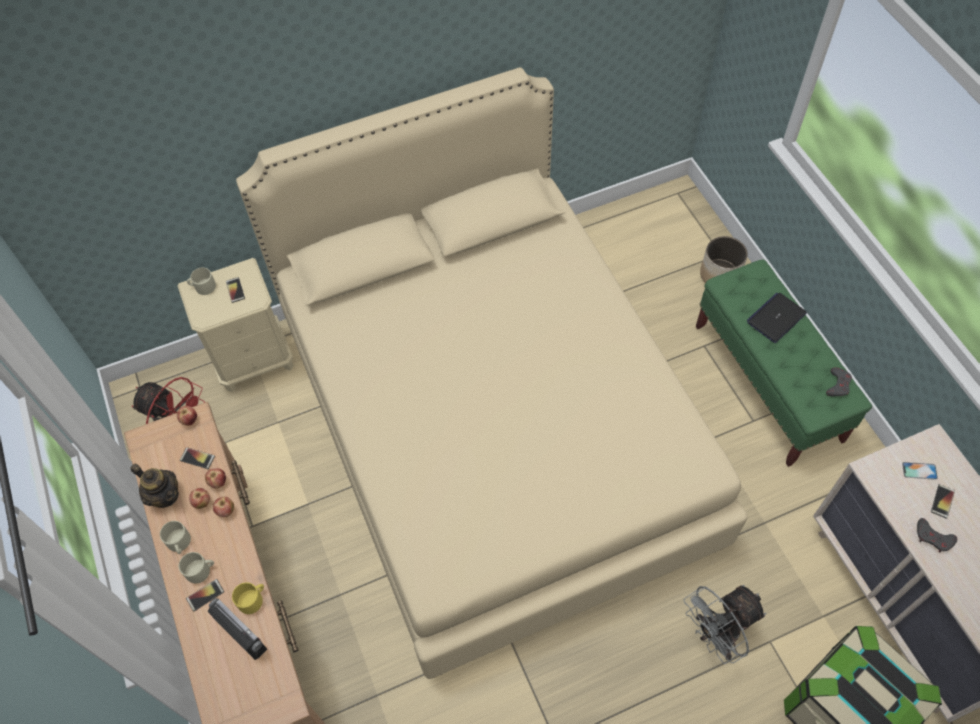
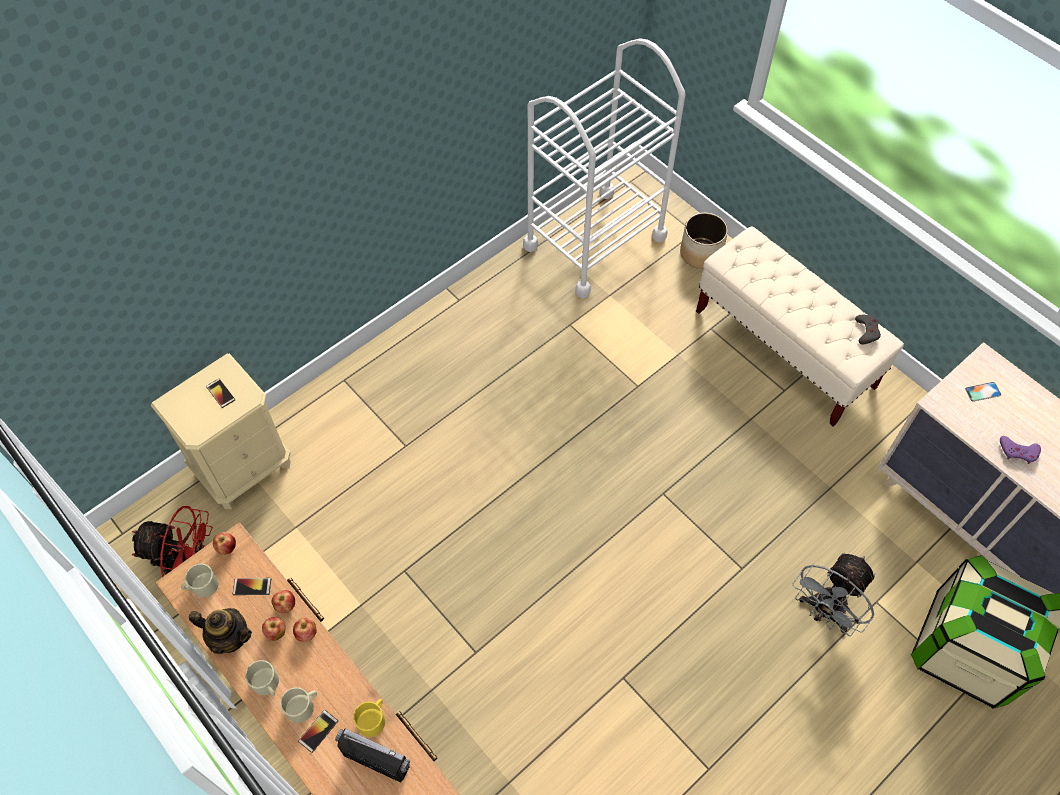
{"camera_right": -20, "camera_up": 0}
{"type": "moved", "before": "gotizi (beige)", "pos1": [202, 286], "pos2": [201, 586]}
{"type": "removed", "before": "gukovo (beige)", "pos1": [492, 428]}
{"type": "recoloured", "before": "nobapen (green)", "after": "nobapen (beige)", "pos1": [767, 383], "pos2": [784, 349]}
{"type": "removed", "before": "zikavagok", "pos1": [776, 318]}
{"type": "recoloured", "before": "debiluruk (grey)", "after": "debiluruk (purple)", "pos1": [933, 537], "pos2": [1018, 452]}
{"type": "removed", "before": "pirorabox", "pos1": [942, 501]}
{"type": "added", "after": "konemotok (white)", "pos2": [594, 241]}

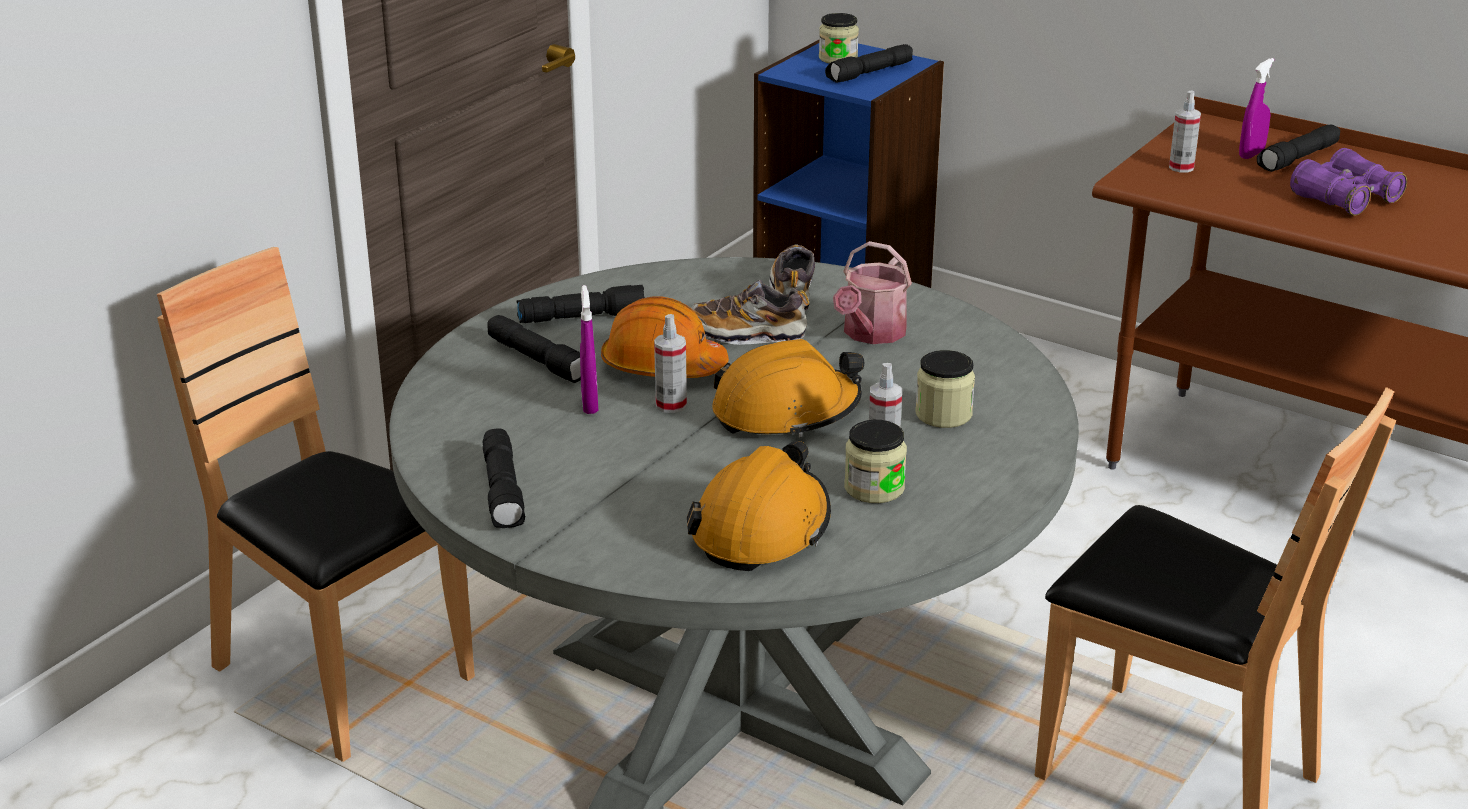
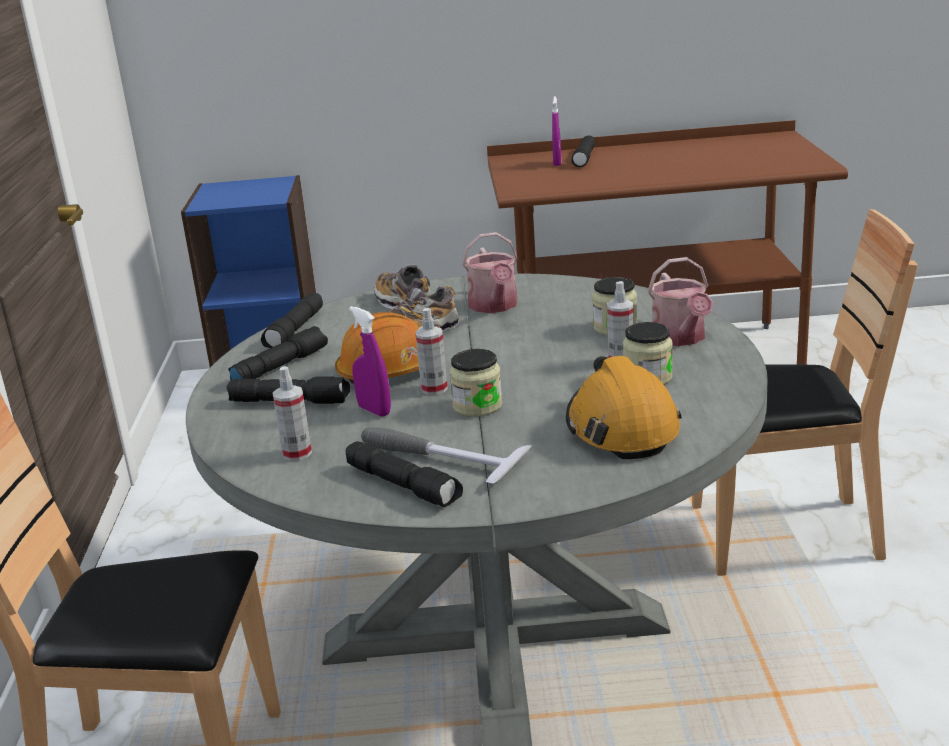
{"camera_right": -35, "camera_up": -5}
{"type": "removed", "before": "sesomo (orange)", "pos1": [786, 412]}
{"type": "moved", "before": "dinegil", "pos1": [838, 58], "pos2": [477, 406]}
{"type": "moved", "before": "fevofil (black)", "pos1": [870, 73], "pos2": [296, 330]}
{"type": "moved", "before": "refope", "pos1": [1181, 167], "pos2": [297, 453]}
{"type": "removed", "before": "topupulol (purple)", "pos1": [1345, 199]}
{"type": "added", "after": "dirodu", "pos2": [437, 456]}
{"type": "added", "after": "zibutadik", "pos2": [681, 338]}

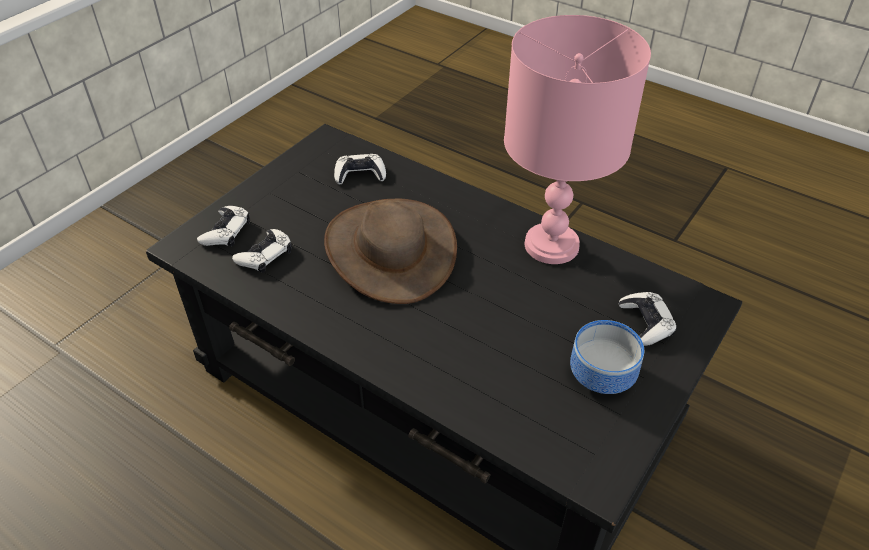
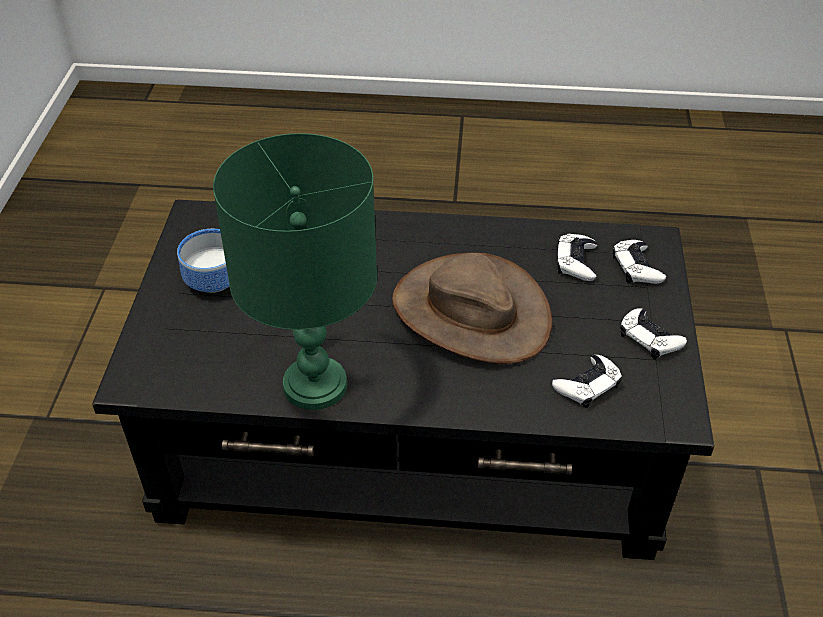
{"camera_right": 150, "camera_up": 0}
{"type": "recoloured", "before": "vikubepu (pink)", "after": "vikubepu (green)", "pos1": [552, 246], "pos2": [313, 384]}
{"type": "moved", "before": "debiluruk (white)", "pos1": [646, 322], "pos2": [649, 338]}

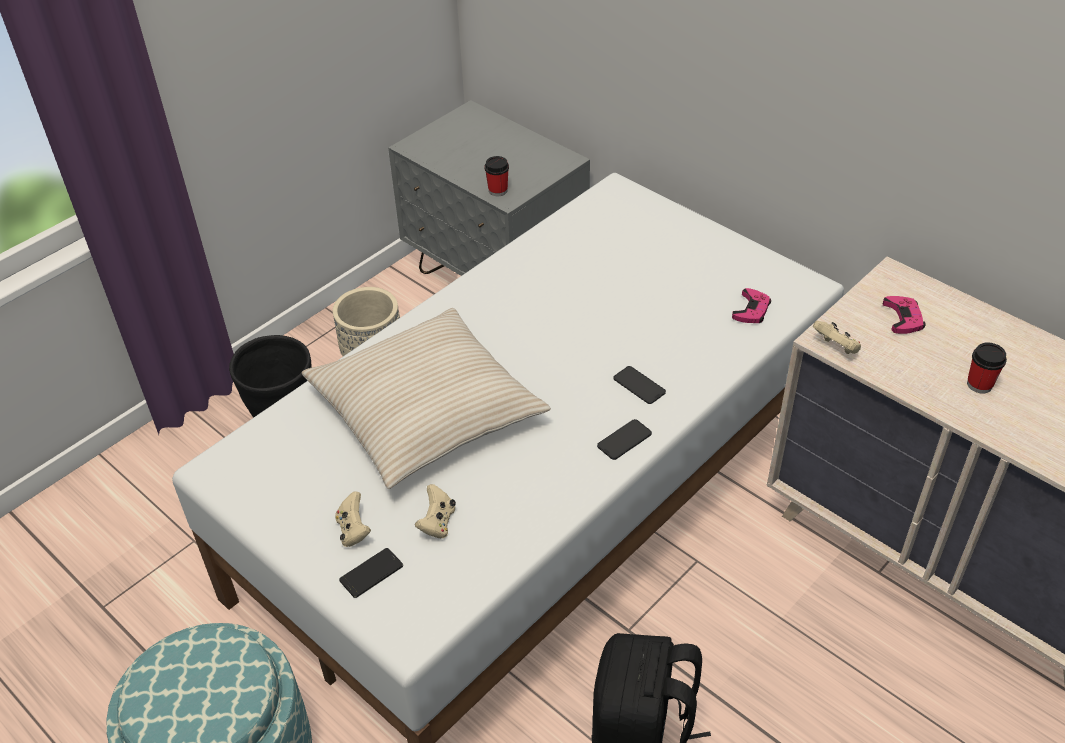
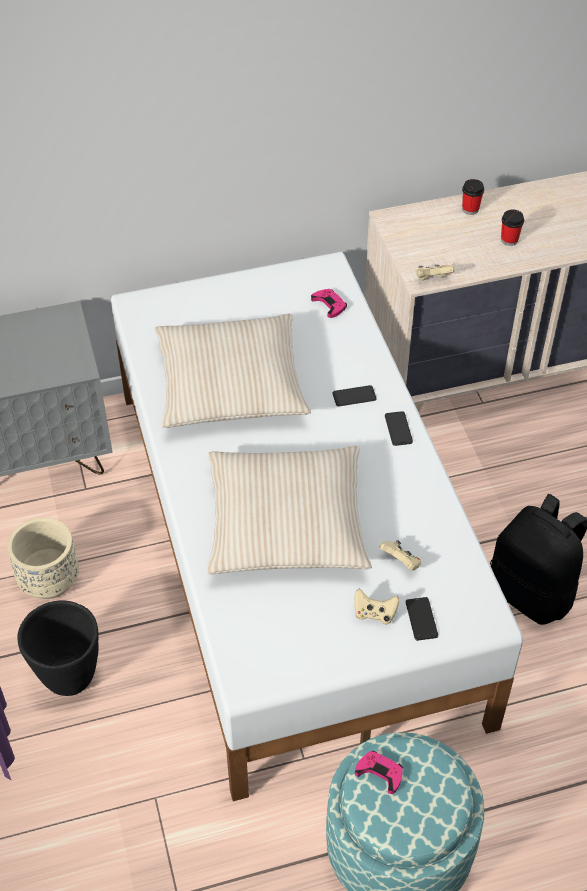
{"camera_right": -60, "camera_up": 5}
{"type": "moved", "before": "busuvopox", "pos1": [498, 190], "pos2": [470, 209]}
{"type": "moved", "before": "debiluruk (pink)", "pos1": [903, 318], "pos2": [380, 773]}
{"type": "added", "after": "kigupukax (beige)", "pos2": [230, 384]}

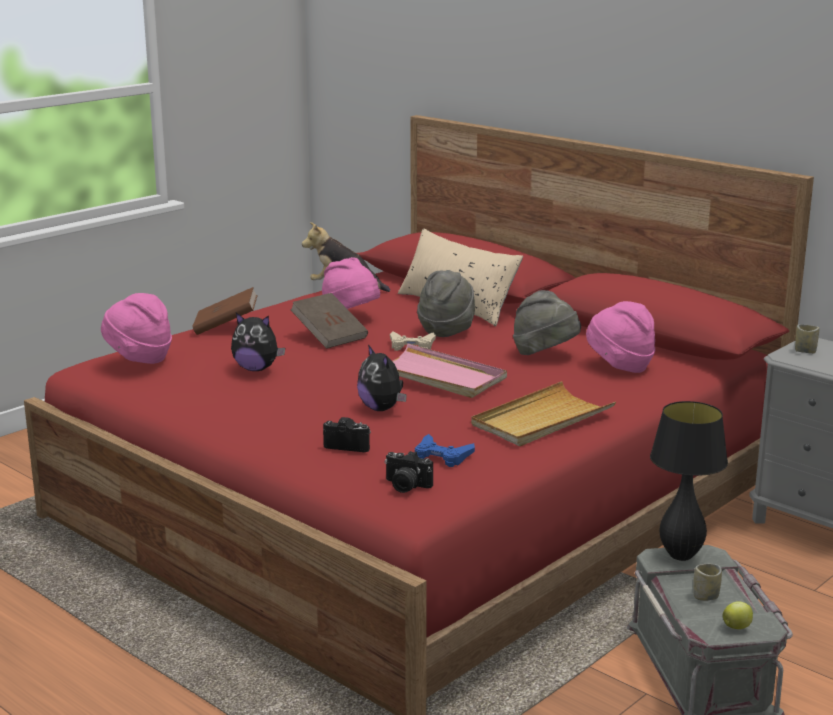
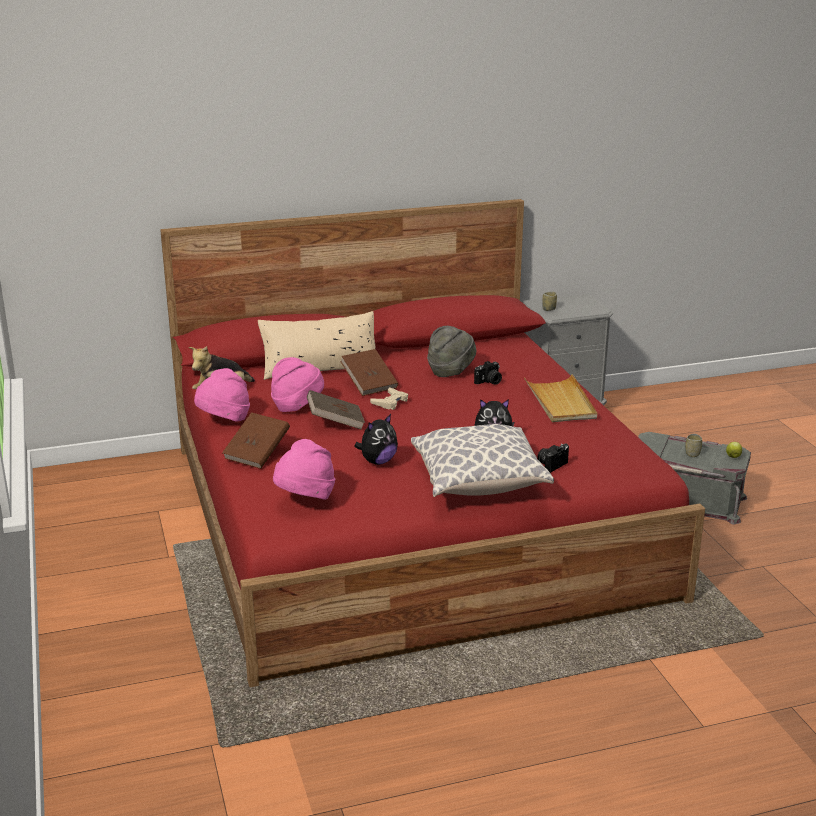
{"camera_right": -60, "camera_up": 5}
{"type": "moved", "before": "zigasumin", "pos1": [406, 486], "pos2": [489, 382]}
{"type": "removed", "before": "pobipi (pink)", "pos1": [438, 376]}
{"type": "removed", "before": "debiluruk (blue)", "pos1": [442, 456]}
{"type": "replaced", "before": "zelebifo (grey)", "after": "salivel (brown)", "pos1": [447, 329], "pos2": [369, 384]}
{"type": "moved", "before": "zelebifo (pink)", "pos1": [619, 366], "pos2": [224, 420]}
{"type": "removed", "before": "vikubepu (black)", "pos1": [681, 556]}
{"type": "added", "after": "kigupukax", "pos2": [479, 482]}

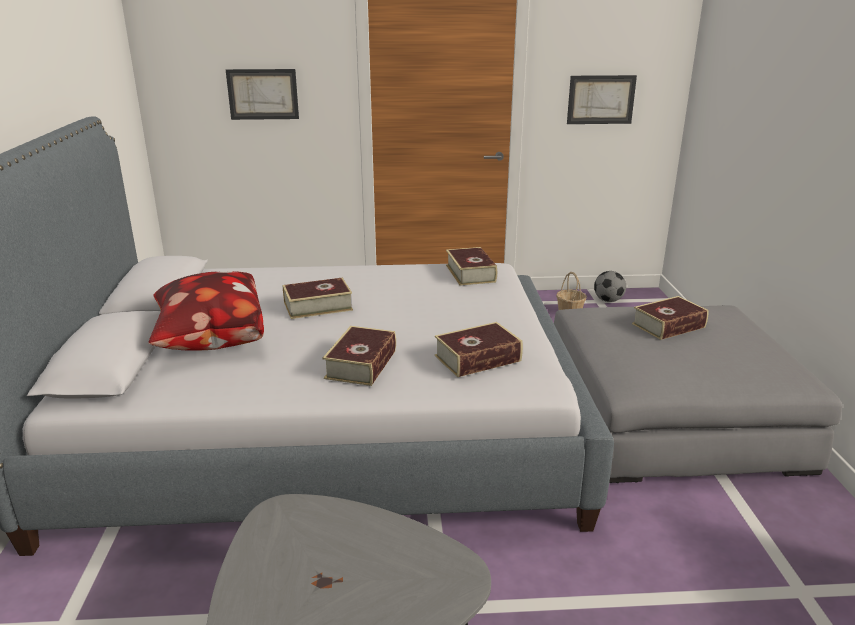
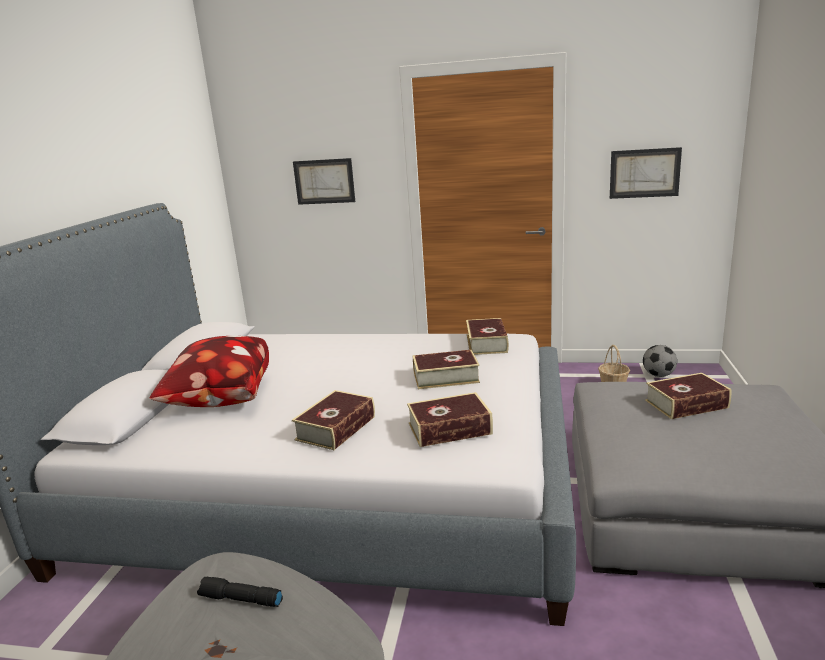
{"camera_right": 15, "camera_up": -5}
{"type": "moved", "before": "salivel", "pos1": [318, 306], "pos2": [445, 377]}
{"type": "added", "after": "fevofil (black)", "pos2": [240, 600]}

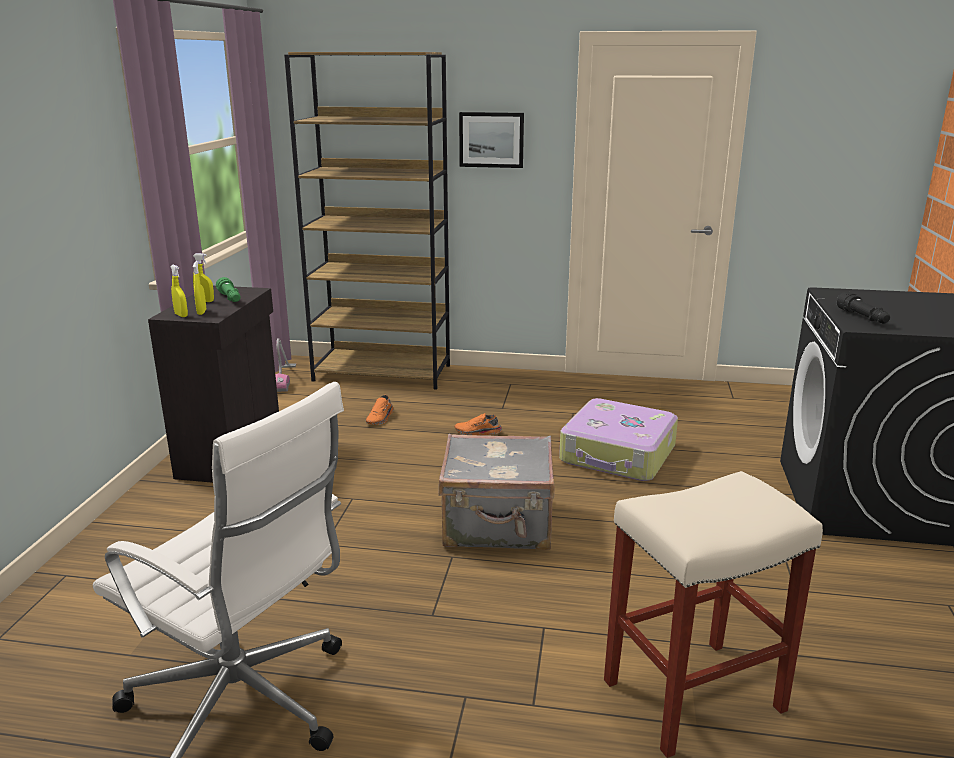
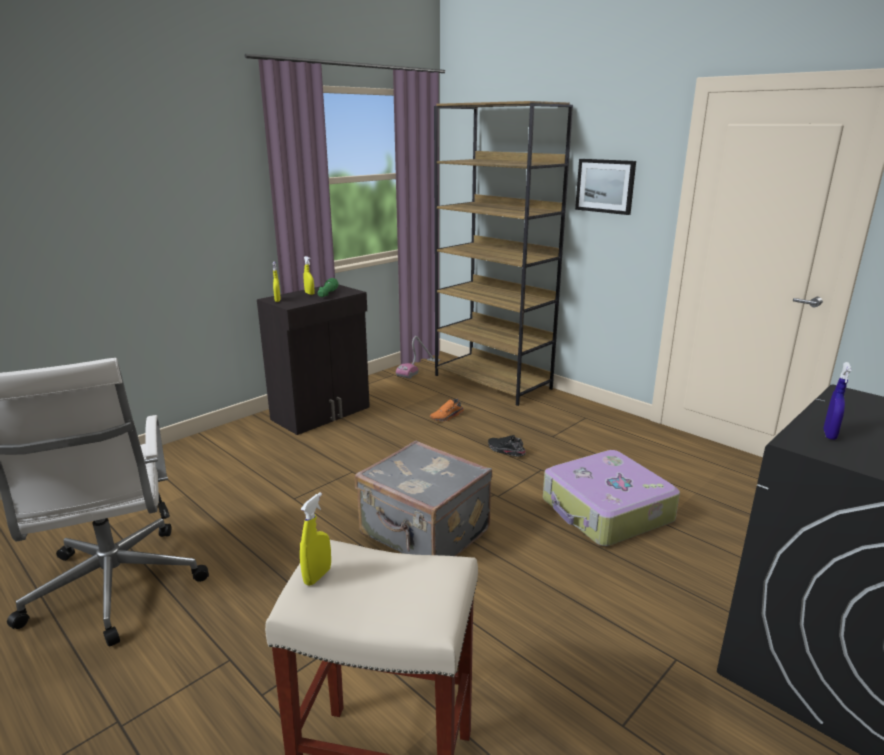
{"camera_right": 35, "camera_up": 0}
{"type": "moved", "before": "refope (yellow)", "pos1": [201, 312], "pos2": [317, 576]}
{"type": "recoloured", "before": "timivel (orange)", "after": "timivel (black)", "pos1": [477, 433], "pos2": [505, 451]}
{"type": "replaced", "before": "fevofil (black)", "after": "refope (blue)", "pos1": [863, 318], "pos2": [829, 435]}

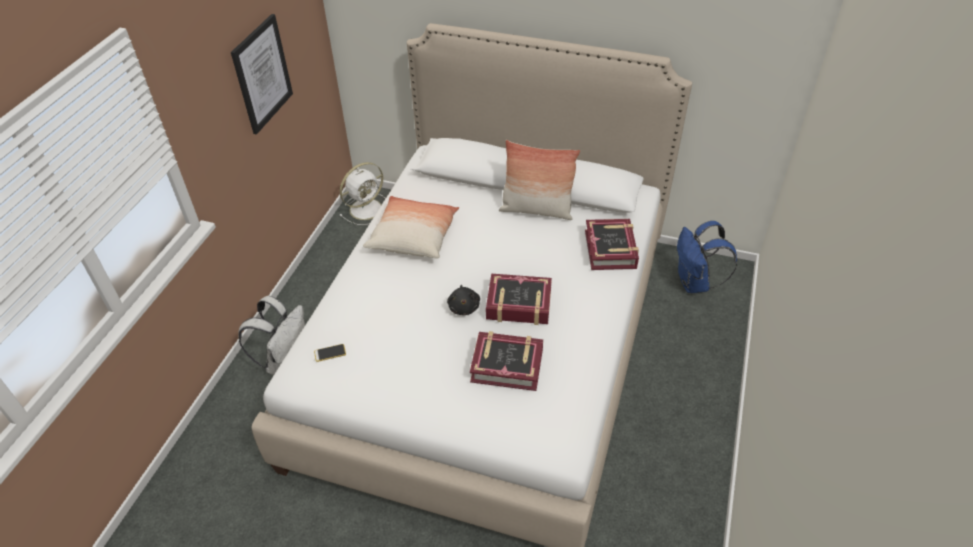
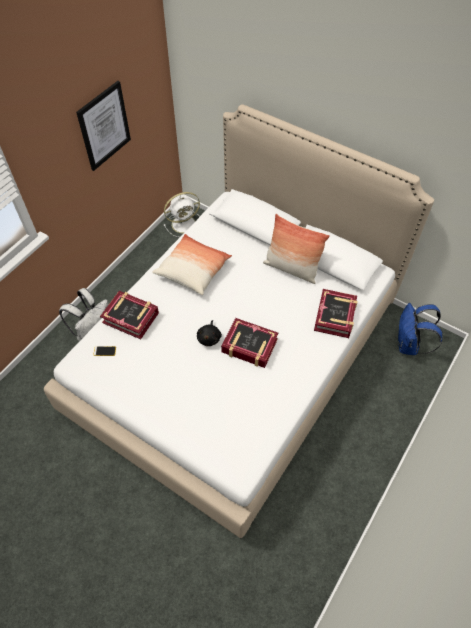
{"camera_right": 15, "camera_up": 10}
{"type": "moved", "before": "salivel", "pos1": [507, 365], "pos2": [131, 317]}

